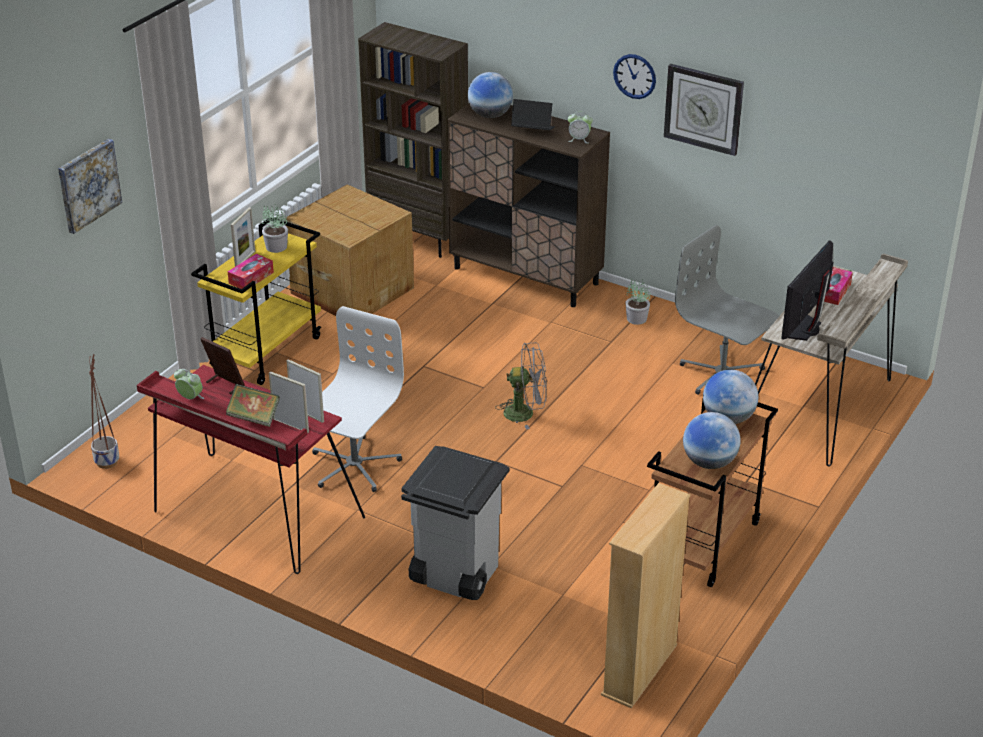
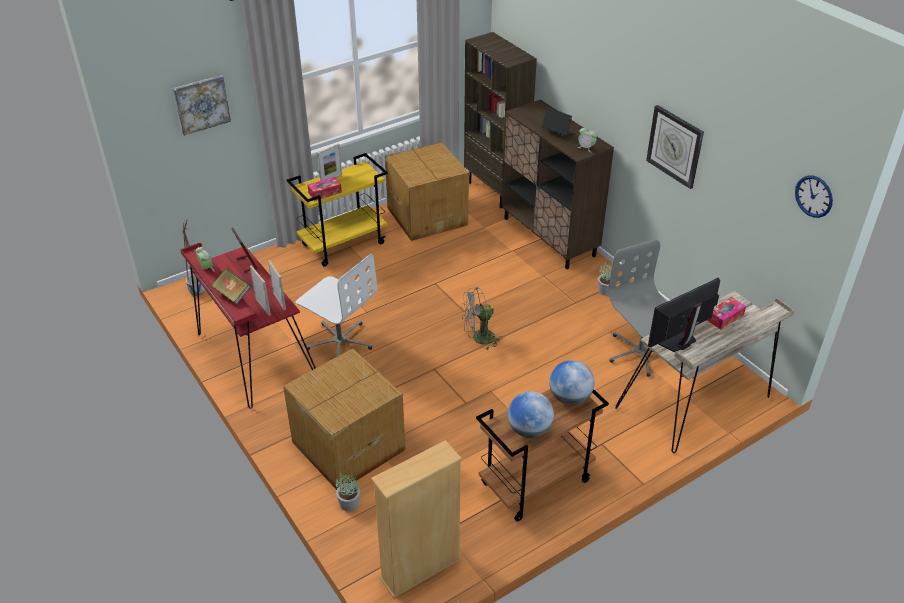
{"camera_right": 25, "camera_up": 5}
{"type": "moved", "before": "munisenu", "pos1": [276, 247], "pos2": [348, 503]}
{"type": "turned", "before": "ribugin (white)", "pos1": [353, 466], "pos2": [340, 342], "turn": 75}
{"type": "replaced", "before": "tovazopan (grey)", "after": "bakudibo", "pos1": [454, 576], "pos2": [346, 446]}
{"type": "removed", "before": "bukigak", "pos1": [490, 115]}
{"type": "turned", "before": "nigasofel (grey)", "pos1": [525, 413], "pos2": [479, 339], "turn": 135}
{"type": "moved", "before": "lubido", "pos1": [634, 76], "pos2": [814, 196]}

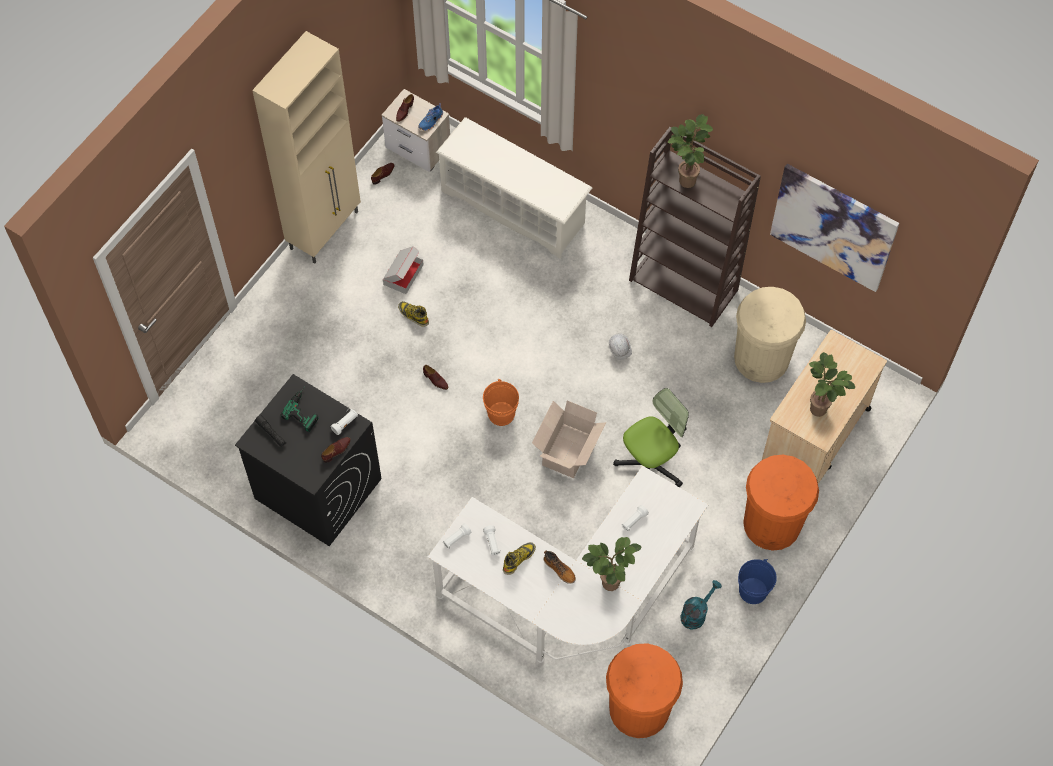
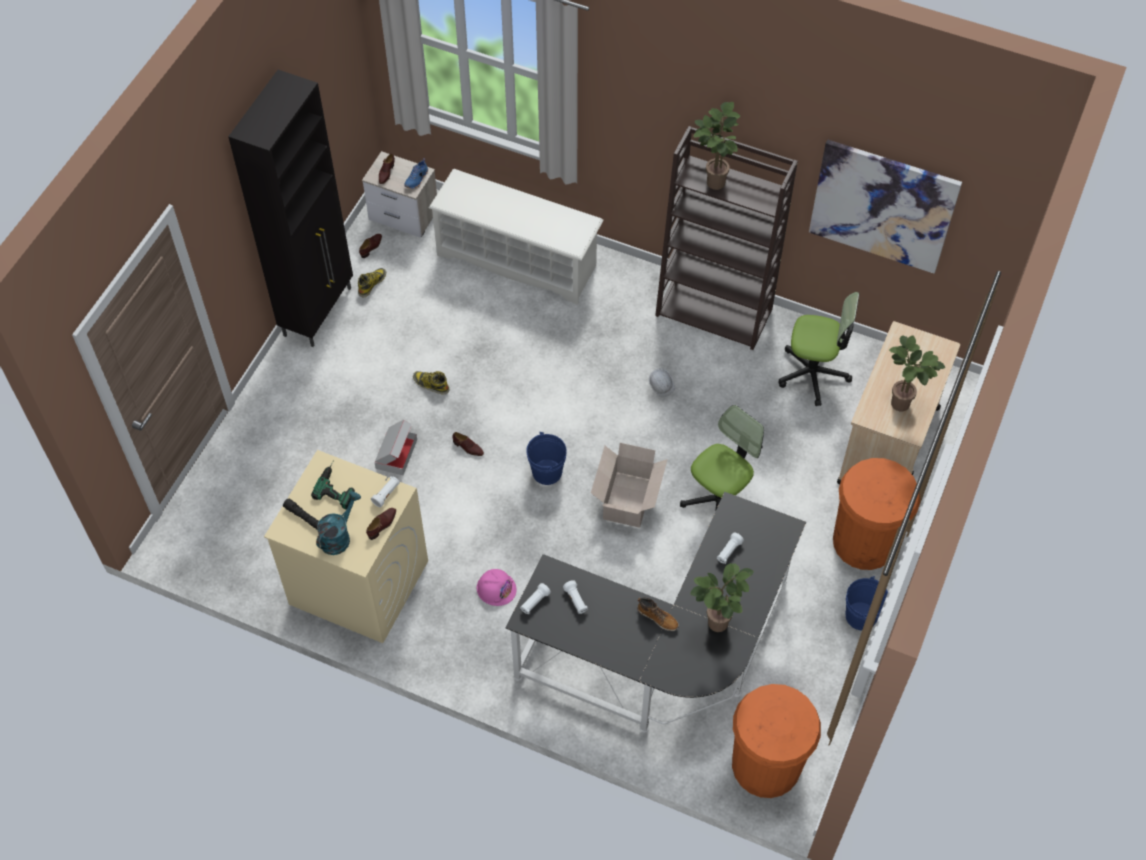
{"camera_right": -10, "camera_up": -5}
{"type": "recoloured", "before": "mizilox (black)", "after": "mizilox (beige)", "pos1": [317, 488], "pos2": [358, 582]}
{"type": "recoloured", "before": "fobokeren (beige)", "after": "fobokeren (black)", "pos1": [325, 229], "pos2": [319, 311]}
{"type": "moved", "before": "bakudibo", "pos1": [403, 274], "pos2": [396, 454]}
{"type": "recoloured", "before": "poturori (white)", "after": "poturori (black)", "pos1": [572, 598], "pos2": [666, 656]}
{"type": "recoloured", "before": "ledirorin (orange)", "after": "ledirorin (blue)", "pos1": [501, 414], "pos2": [547, 472]}
{"type": "moved", "before": "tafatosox", "pos1": [519, 559], "pos2": [372, 283]}
{"type": "moved", "before": "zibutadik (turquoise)", "pos1": [696, 613], "pos2": [338, 536]}
{"type": "replaced", "before": "tovazopan (beige)", "after": "ribugin", "pos1": [761, 358], "pos2": [813, 373]}
{"type": "added", "after": "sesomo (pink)", "pos2": [496, 588]}

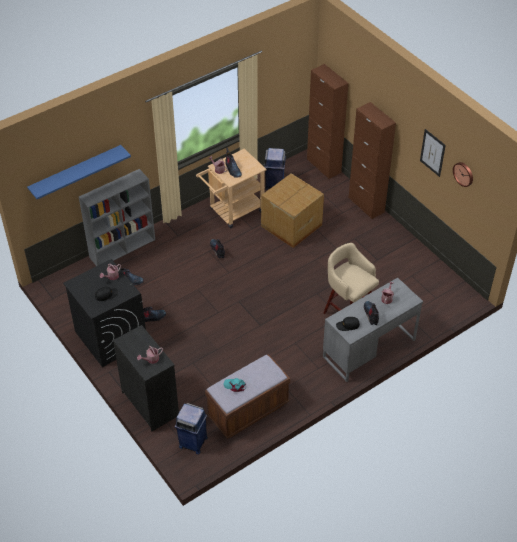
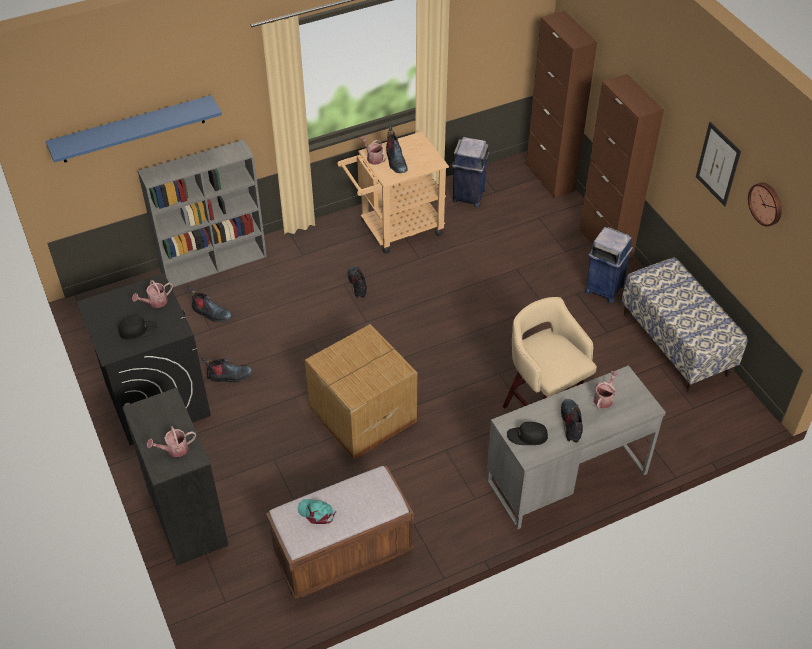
{"camera_right": 10, "camera_up": 0}
{"type": "moved", "before": "tovazopan (blue)", "pos1": [192, 442], "pos2": [603, 288]}
{"type": "moved", "before": "bakudibo", "pos1": [290, 225], "pos2": [361, 415]}
{"type": "added", "after": "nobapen", "pos2": [676, 344]}

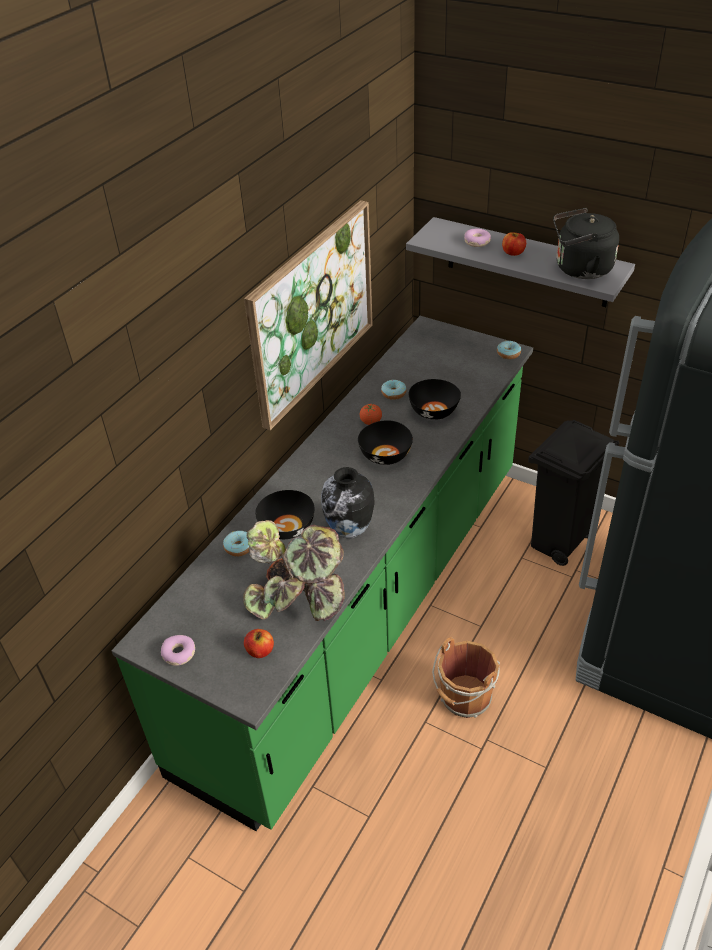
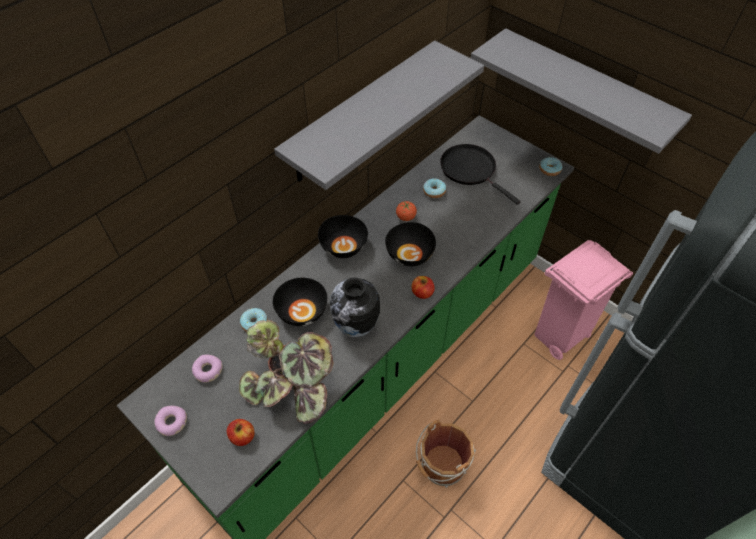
{"camera_right": 10, "camera_up": 10}
{"type": "replaced", "before": "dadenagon", "after": "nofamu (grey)", "pos1": [311, 312], "pos2": [361, 113]}
{"type": "moved", "before": "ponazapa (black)", "pos1": [433, 411], "pos2": [343, 246]}
{"type": "moved", "before": "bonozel", "pos1": [477, 242], "pos2": [208, 371]}
{"type": "moved", "before": "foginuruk", "pos1": [513, 253], "pos2": [422, 293]}
{"type": "recoloured", "before": "tovazopan (black)", "after": "tovazopan (pink)", "pos1": [558, 544], "pos2": [558, 338]}
{"type": "removed", "before": "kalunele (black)", "pos1": [579, 269]}
{"type": "added", "after": "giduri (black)", "pos2": [470, 170]}

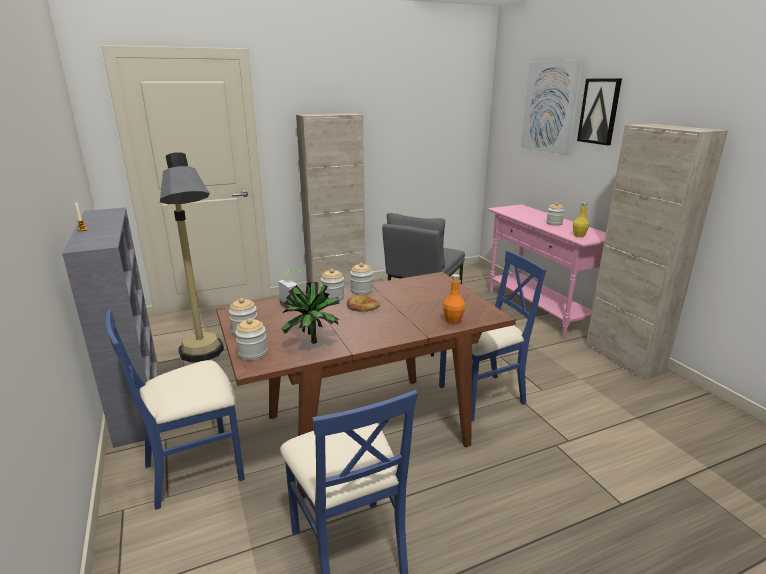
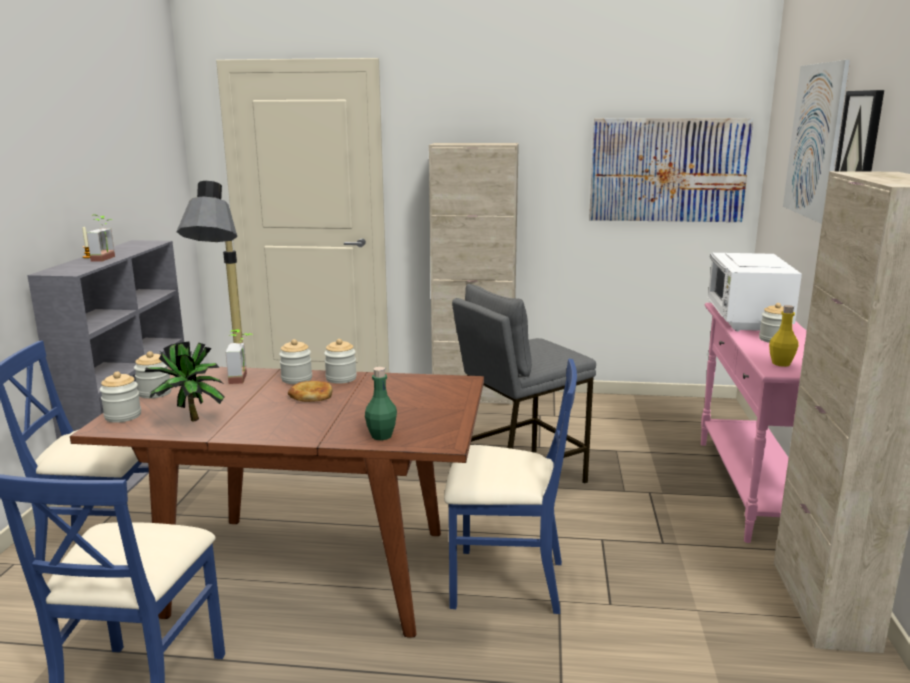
{"camera_right": 30, "camera_up": -5}
{"type": "recoloured", "before": "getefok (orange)", "after": "getefok (green)", "pos1": [453, 321], "pos2": [381, 436]}
{"type": "added", "after": "munisenu", "pos2": [108, 259]}
{"type": "added", "after": "dadenagon", "pos2": [668, 170]}
{"type": "added", "after": "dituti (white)", "pos2": [746, 320]}

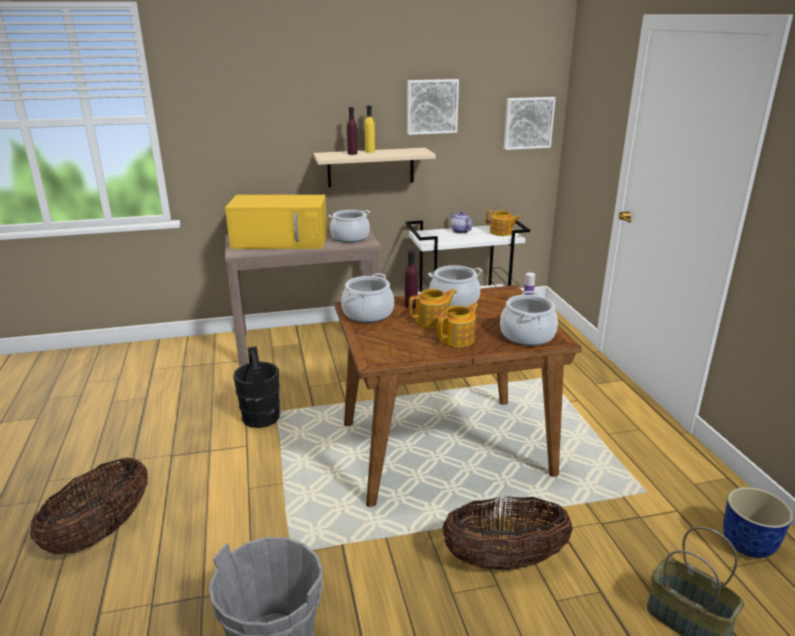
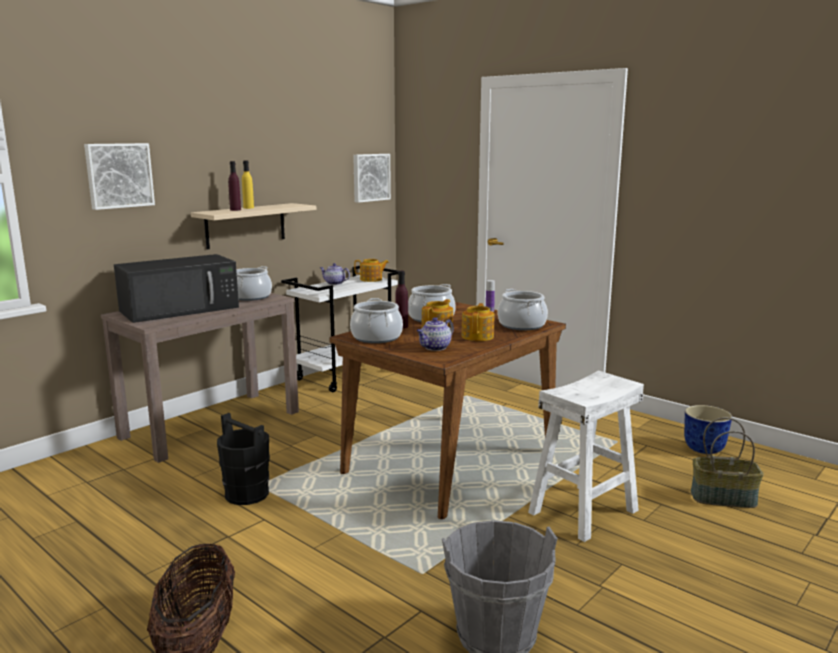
{"camera_right": -35, "camera_up": -10}
{"type": "recoloured", "before": "dituti (yellow)", "after": "dituti (black)", "pos1": [281, 241], "pos2": [181, 309]}
{"type": "moved", "before": "dadenagon", "pos1": [431, 106], "pos2": [119, 175]}
{"type": "replaced", "before": "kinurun", "after": "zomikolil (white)", "pos1": [504, 560], "pos2": [583, 512]}
{"type": "added", "after": "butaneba", "pos2": [435, 348]}

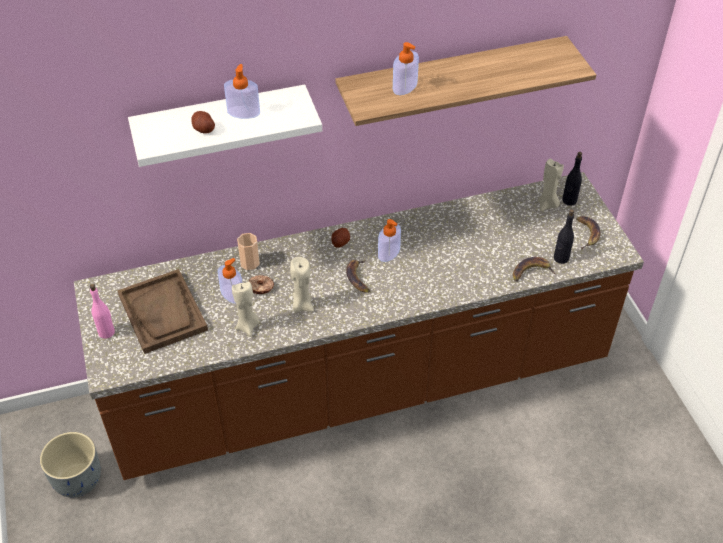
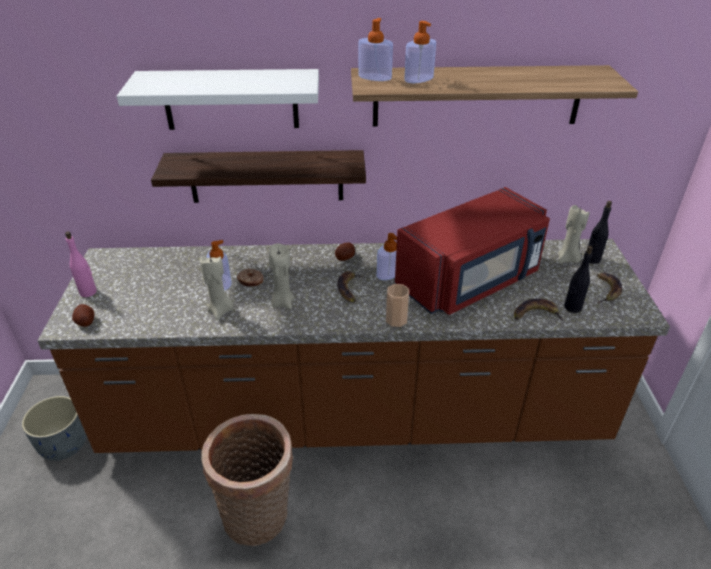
{"camera_right": 15, "camera_up": -10}
{"type": "removed", "before": "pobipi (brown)", "pos1": [163, 313]}
{"type": "moved", "before": "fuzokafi", "pos1": [203, 129], "pos2": [85, 322]}
{"type": "moved", "before": "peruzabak", "pos1": [243, 112], "pos2": [375, 77]}
{"type": "moved", "before": "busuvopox", "pos1": [250, 263], "pos2": [396, 320]}
{"type": "added", "after": "nofamu", "pos2": [266, 176]}
{"type": "added", "after": "kinurun", "pos2": [259, 518]}
{"type": "added", "after": "dituti (red)", "pos2": [470, 281]}

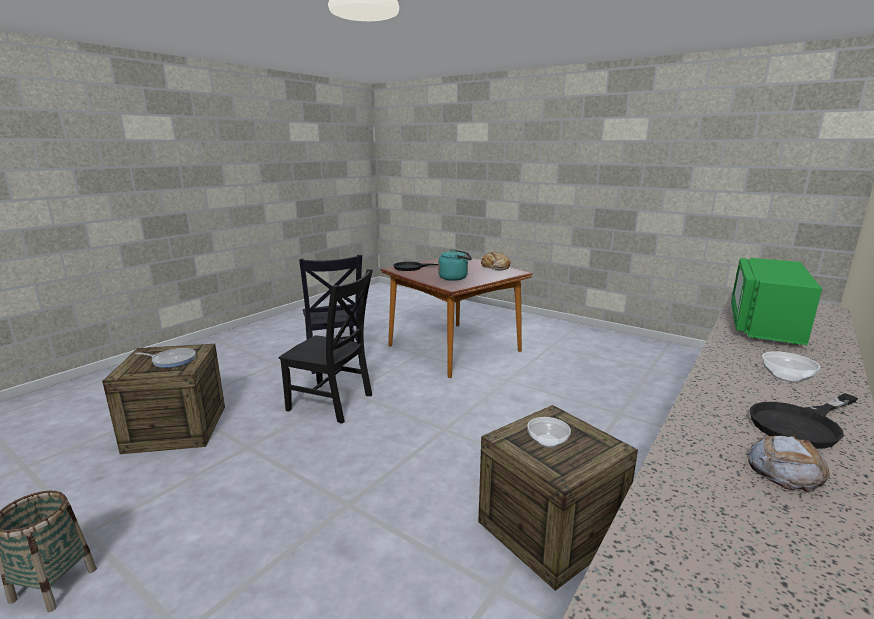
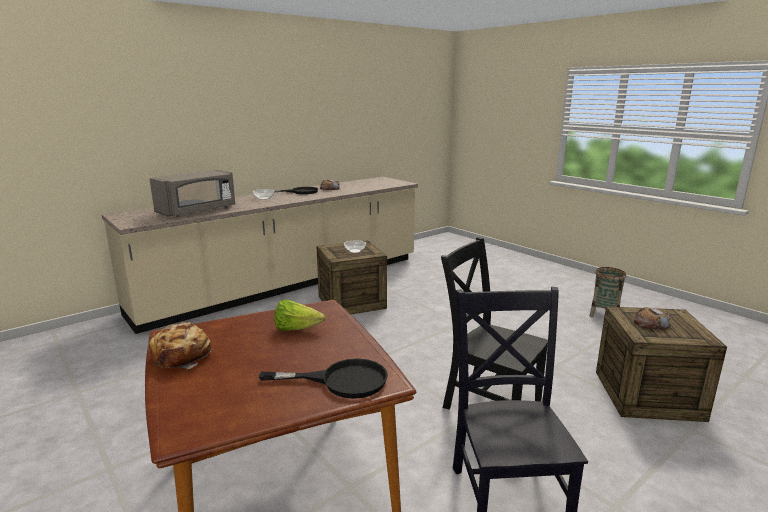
{"camera_right": -165, "camera_up": 0}
{"type": "replaced", "before": "giduri", "after": "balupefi", "pos1": [172, 360], "pos2": [651, 323]}
{"type": "replaced", "before": "kalunele (turquoise)", "after": "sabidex", "pos1": [455, 278], "pos2": [297, 329]}
{"type": "recoloured", "before": "dituti (green)", "after": "dituti (grey)", "pos1": [764, 325], "pos2": [198, 211]}

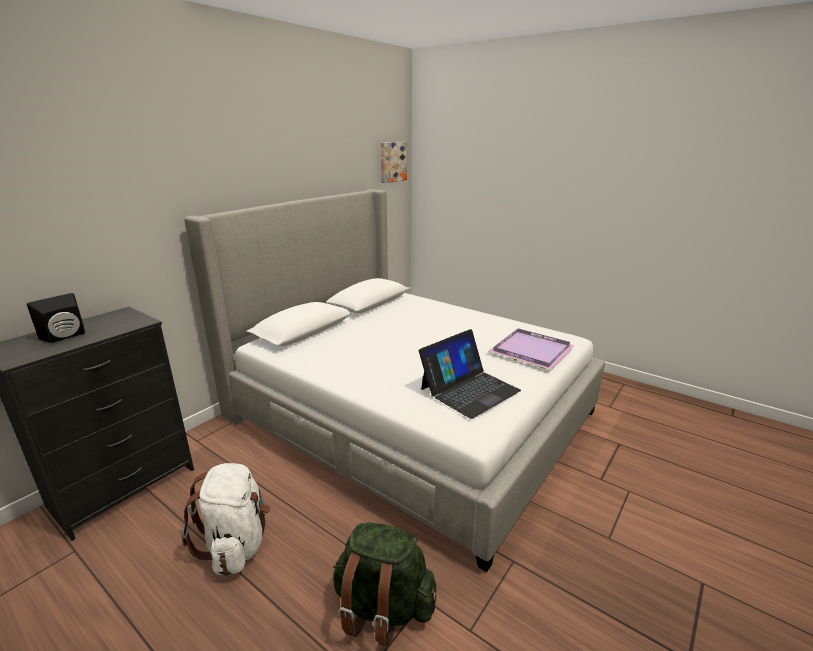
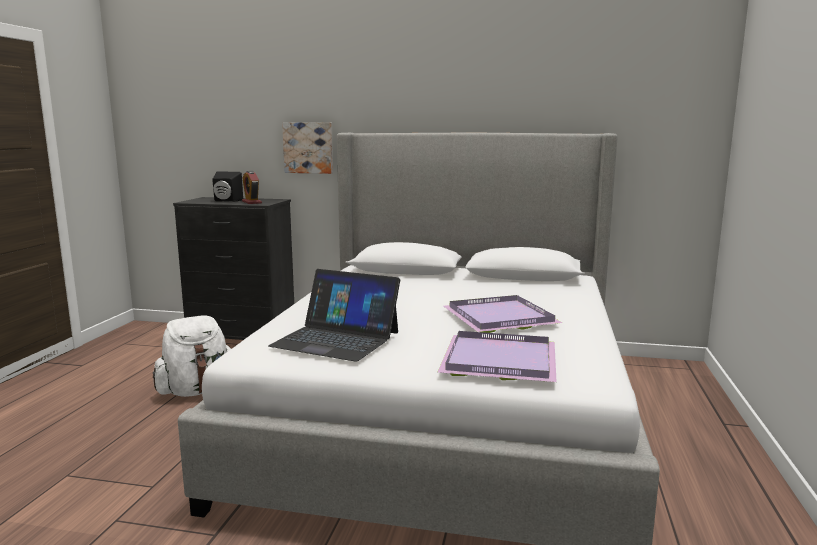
{"camera_right": 65, "camera_up": -10}
{"type": "removed", "before": "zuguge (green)", "pos1": [383, 608]}
{"type": "moved", "before": "dadenagon", "pos1": [392, 162], "pos2": [308, 147]}
{"type": "added", "after": "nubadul", "pos2": [251, 202]}
{"type": "added", "after": "pobipi (purple)", "pos2": [499, 318]}

